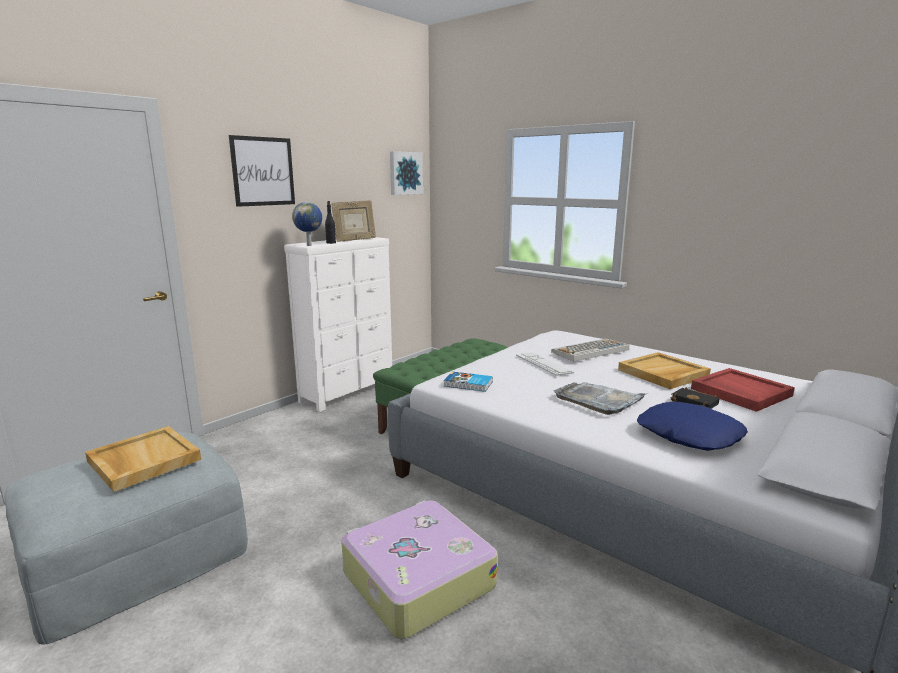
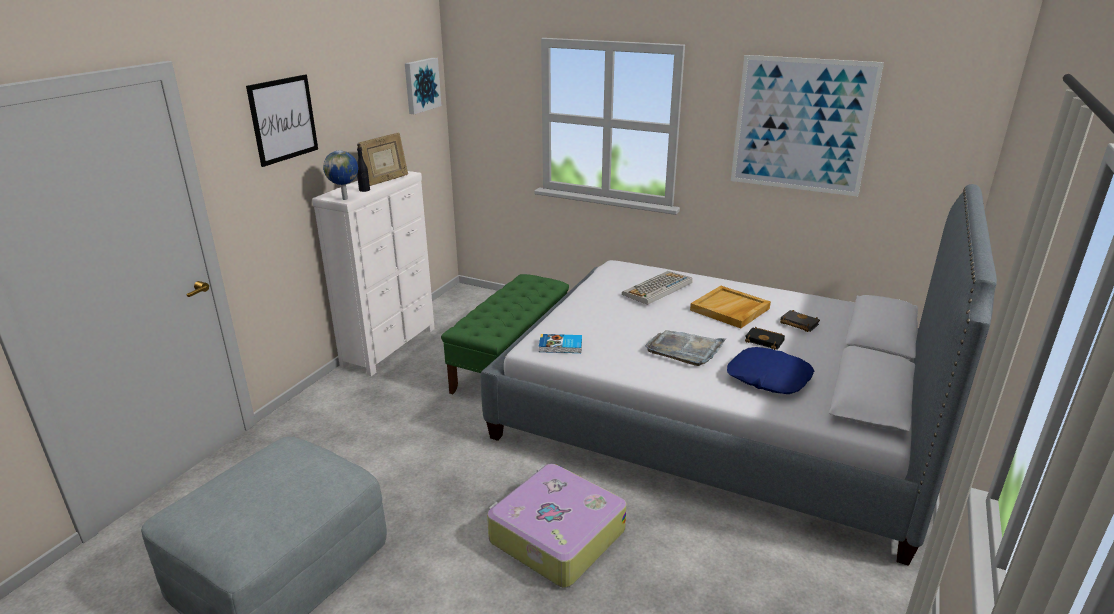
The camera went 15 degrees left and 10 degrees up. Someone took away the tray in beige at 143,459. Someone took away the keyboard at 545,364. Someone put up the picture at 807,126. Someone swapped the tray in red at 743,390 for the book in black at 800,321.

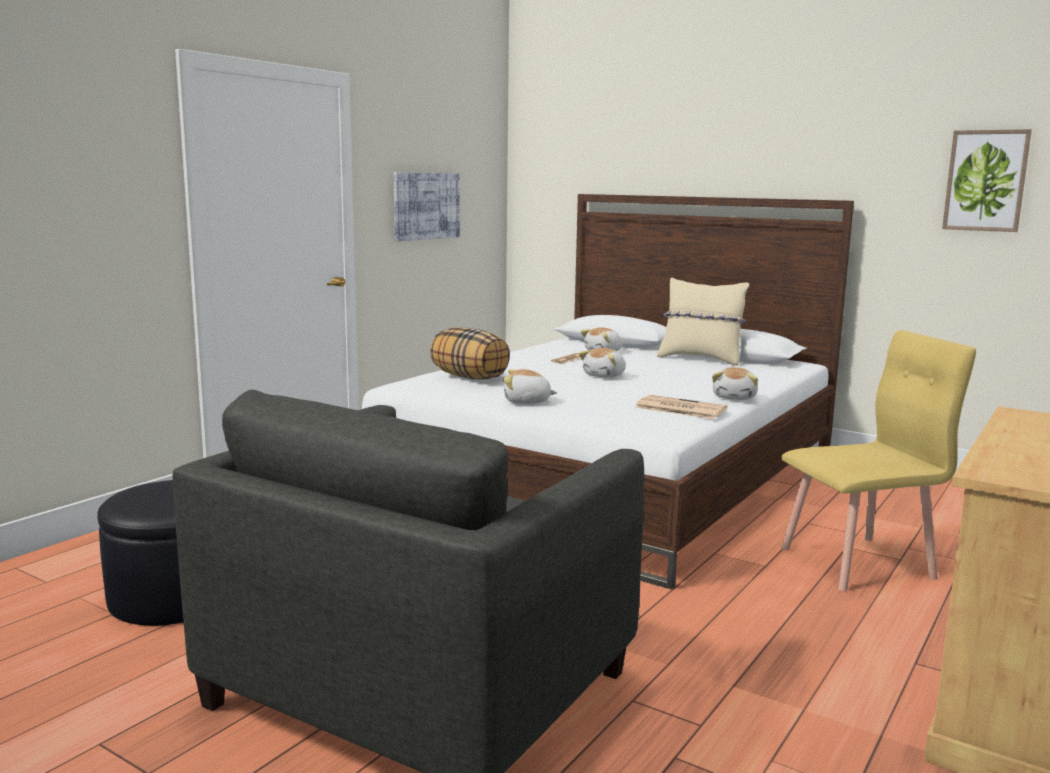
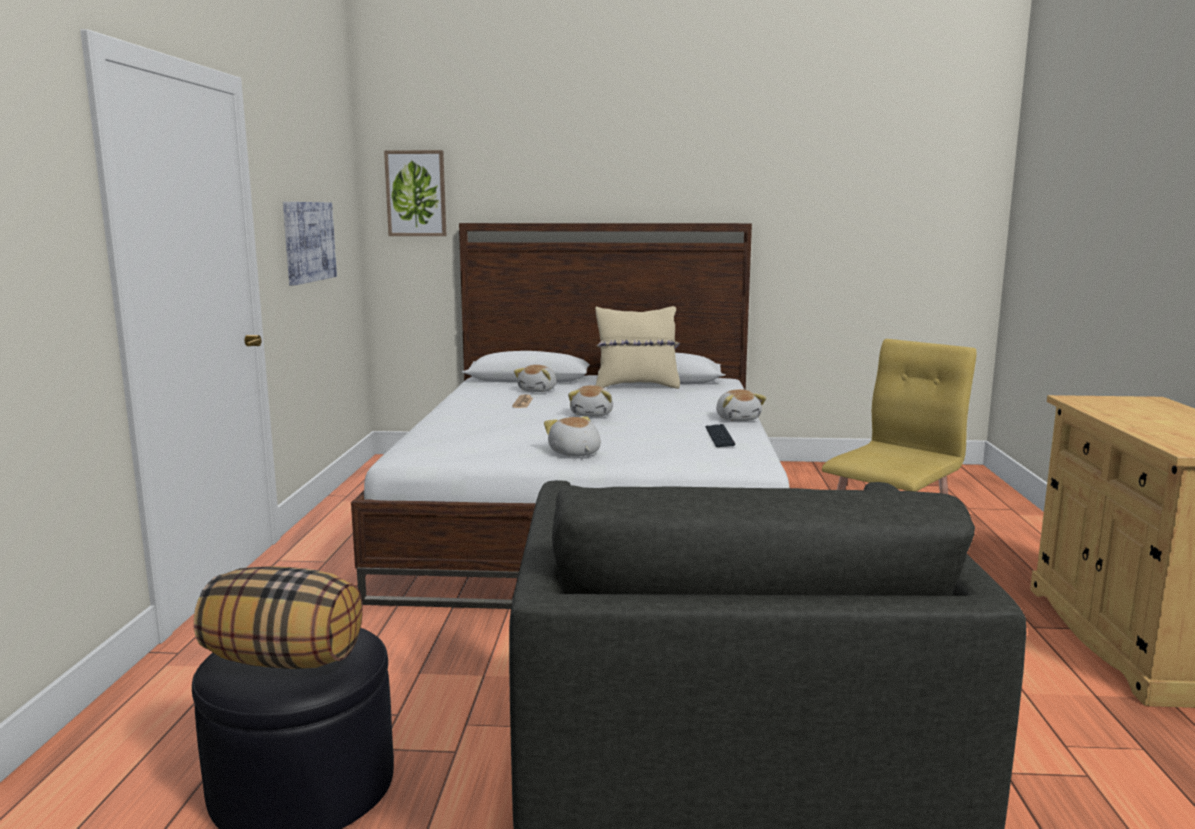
The camera went 30 degrees left and 0 degrees up. Someone carried the pillow from 470,353 to 278,617. Someone carried the picture from 987,180 to 415,193. Someone swapped the newspaper at 681,407 for the keyboard at 720,435. Someone rotated the plush toy at 530,386 by 90 degrees clockwise.

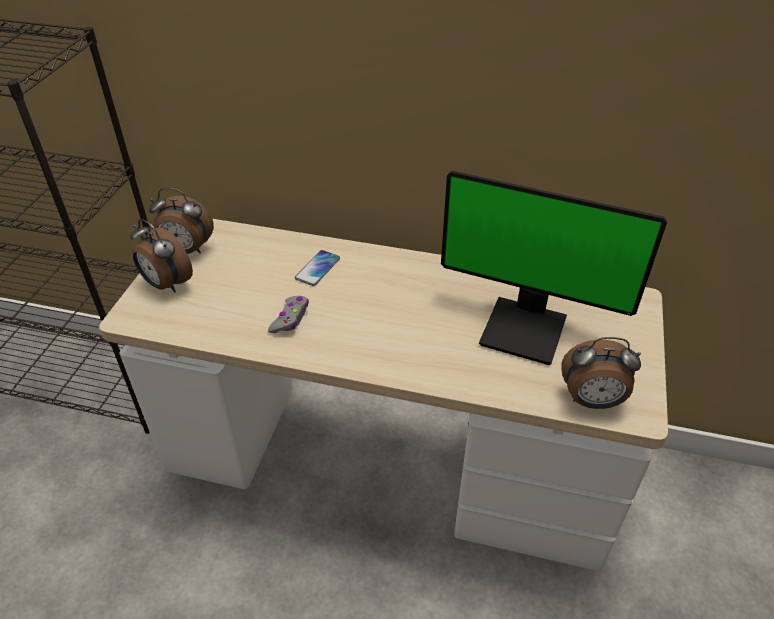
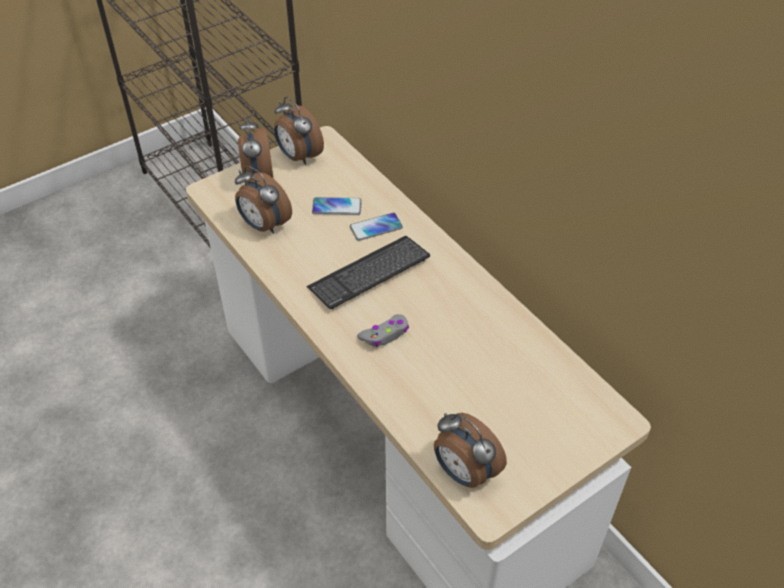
The camera went 40 degrees right and 5 degrees up. Someone took away the monitor at 554,268. Someone put down the alarm clock at 263,200. Someone put down the keyboard at 368,273. Someone put down the phone at 337,206. Someone carried the game controller in grey from 288,314 to 383,330.

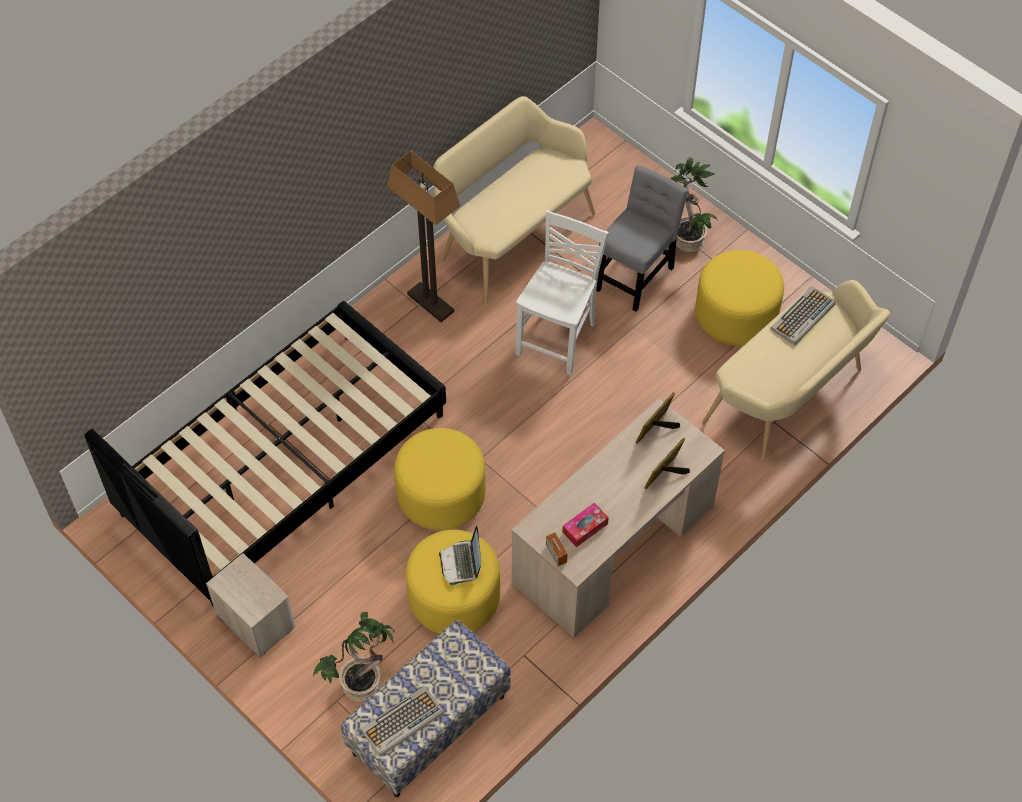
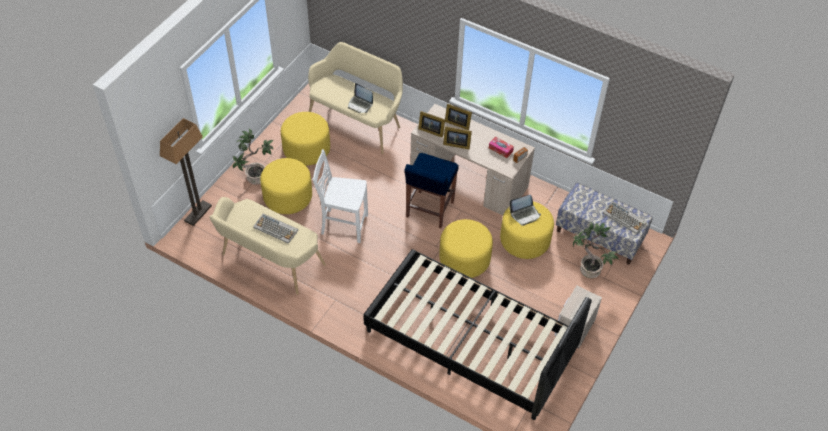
The camera went 105 degrees left and 5 degrees down. Someone put down the laptop at 360,98. Someone put down the stool in blue at 431,190. Someone put down the picture frame at 457,138. Someone carried the floor lamp from 423,236 to 186,172. Someone carried the keyboard from 803,315 to 275,229. Someone swapped the chair in grey at 642,238 for the ottoman in yellow at 286,186.

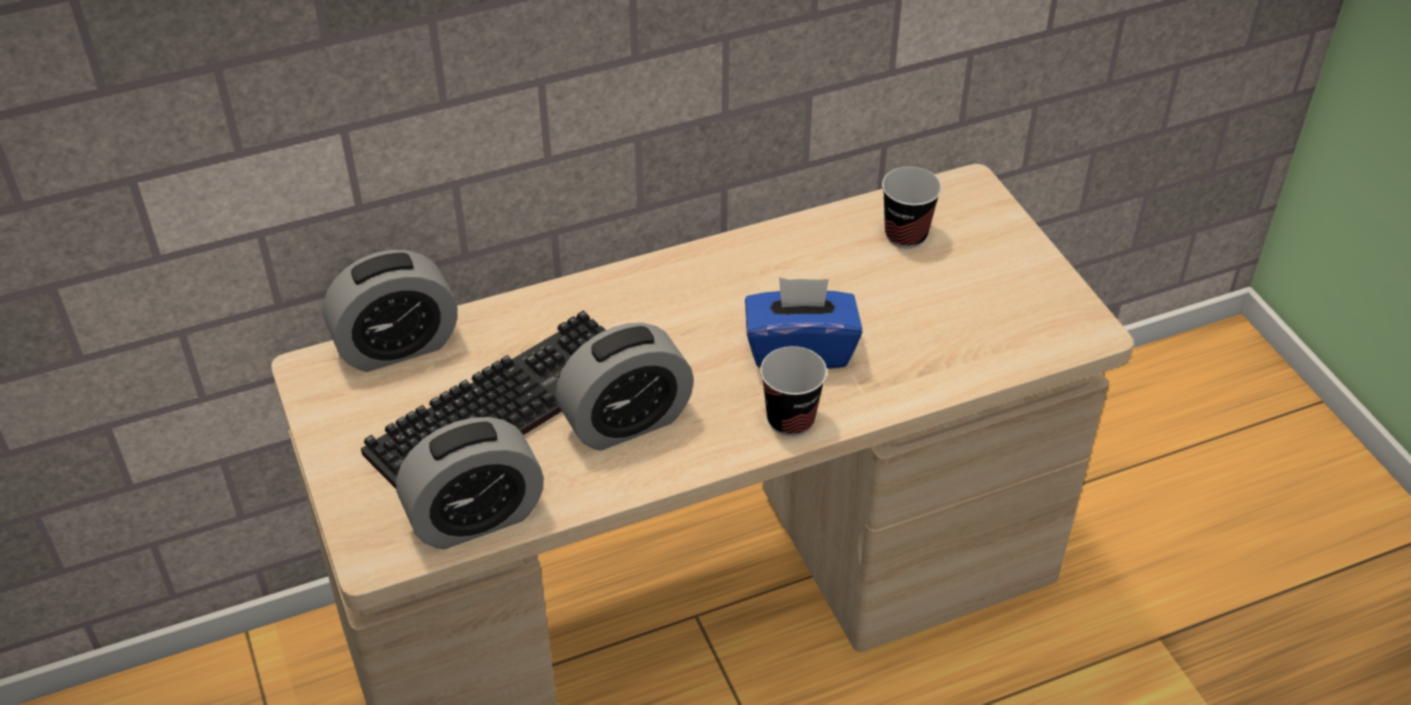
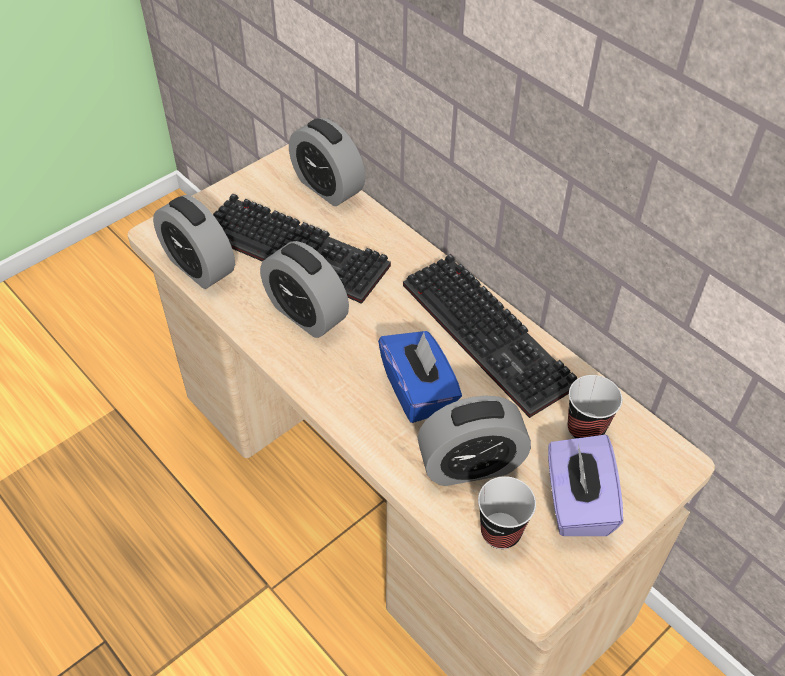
The camera went 70 degrees right and 5 degrees up. Someone put down the keyboard at 490,336. Someone put down the alarm clock at 474,441. Someone put down the tissue box in purple at 585,485. Someone carried the cup from 793,391 to 507,512.

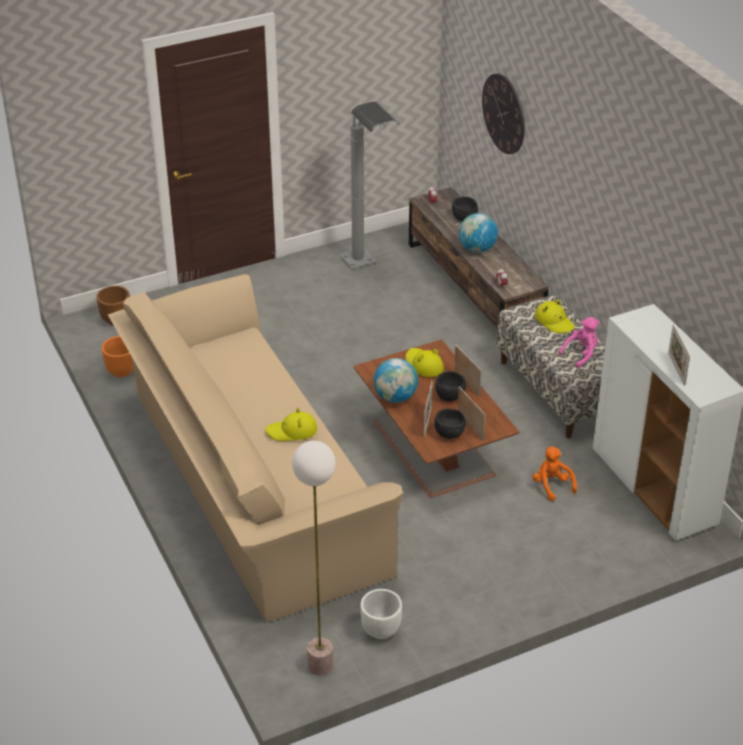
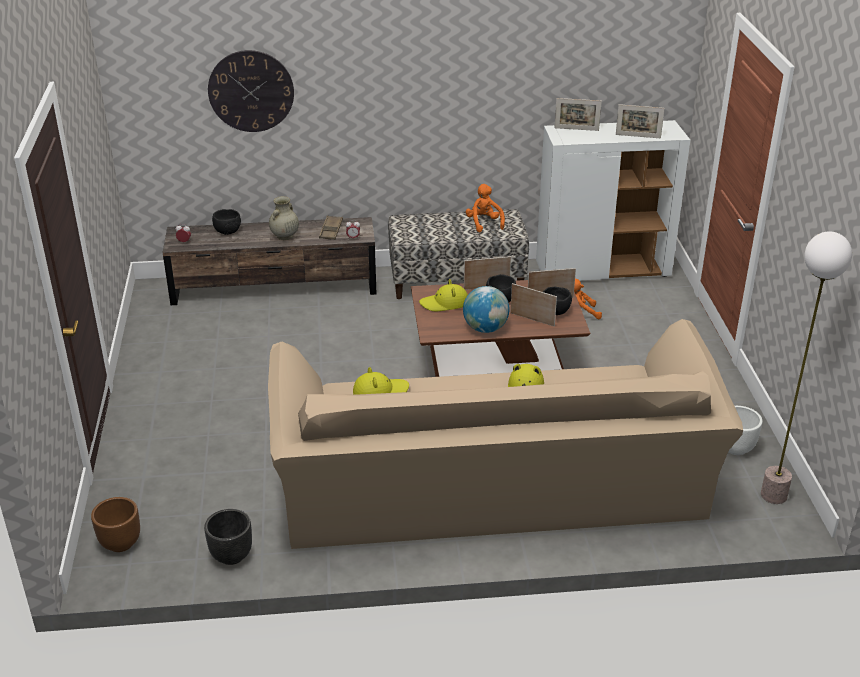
The camera went 70 degrees left and 5 degrees down. Someone took away the floor lamp in grey at 369,185. Someone put down the tray in brown at 331,227. Someone put down the picture frame at 578,114. Someone carried the hat in yellow from 555,316 to 381,380. Someone swapped the globe at 478,233 for the vase in beige at 284,218. Someone repainted the planter in orange at 117,356, which became the planter in black at 228,537. Someone repainted the plush toy in pink at 579,343, which became the plush toy in orange at 485,208.

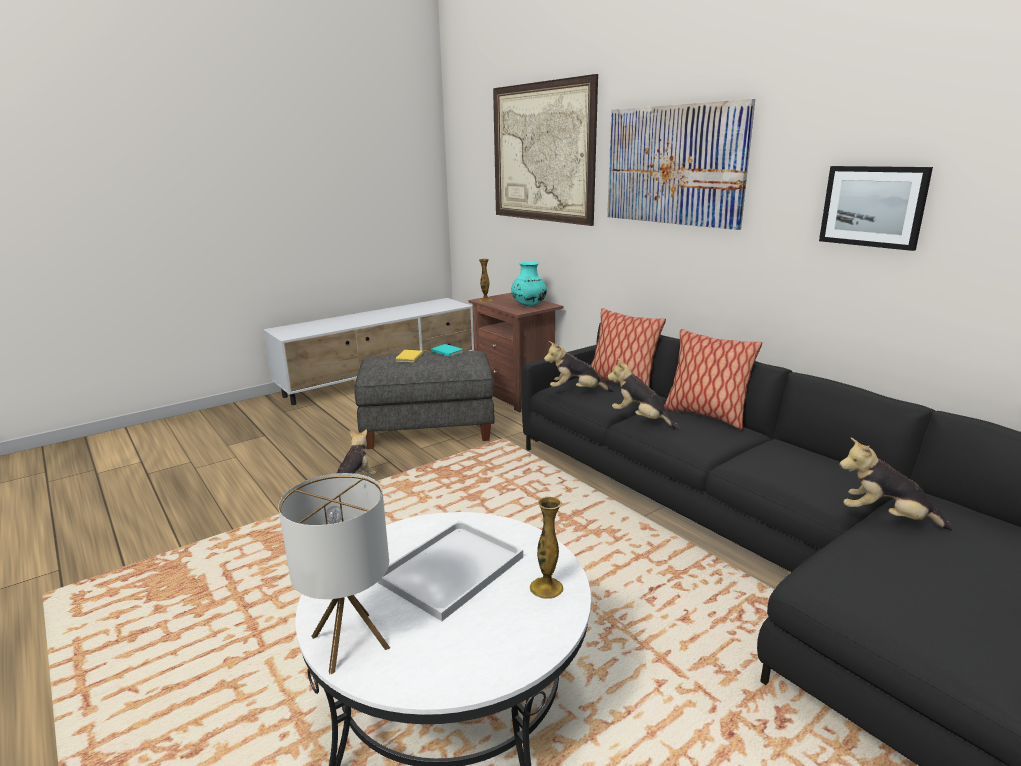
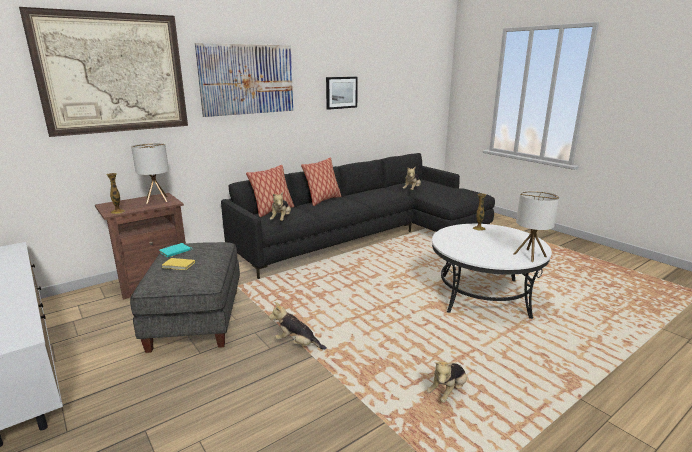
The camera went 90 degrees left and 0 degrees up. Someone took away the tray in white at 450,570. Someone carried the plush toy from 644,394 to 447,382. Someone swapped the vase in turquoise at 529,284 for the table lamp at 150,173.

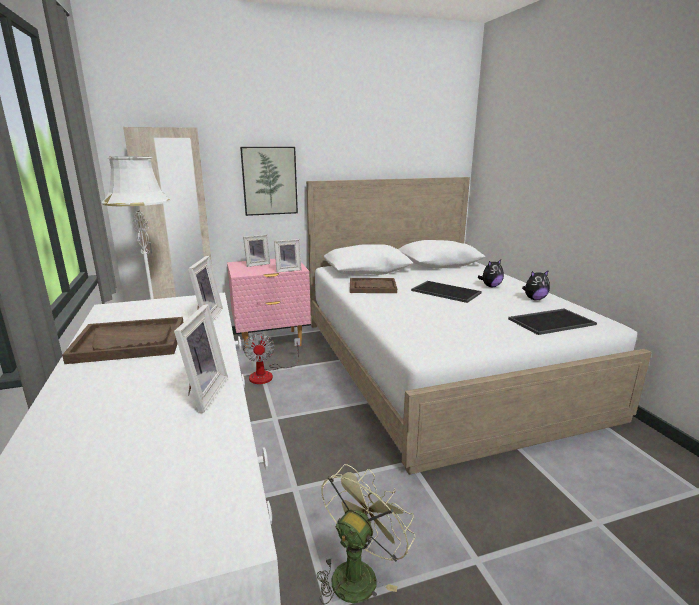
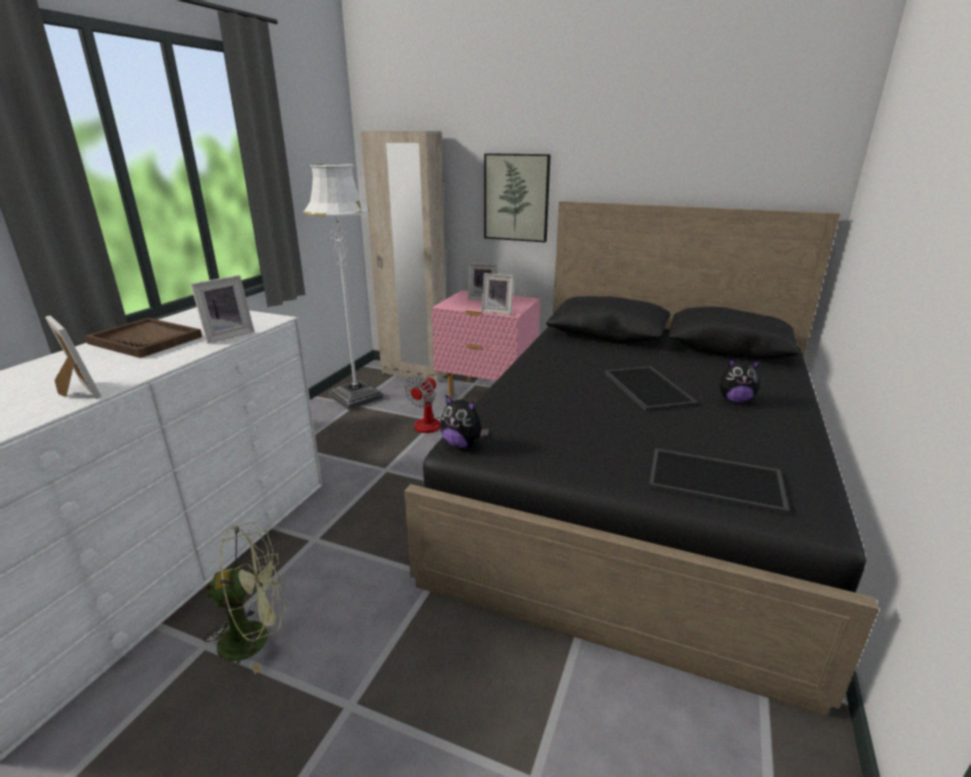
The camera went 40 degrees right and 5 degrees up. Someone took away the tray in brown at 373,285. Someone carried the plush toy from 536,285 to 464,421. Someone repainted the bed in white at 479,326, which became the bed in black at 641,458. Someone rotated the picture frame at 201,358 by 90 degrees counterclockwise.

